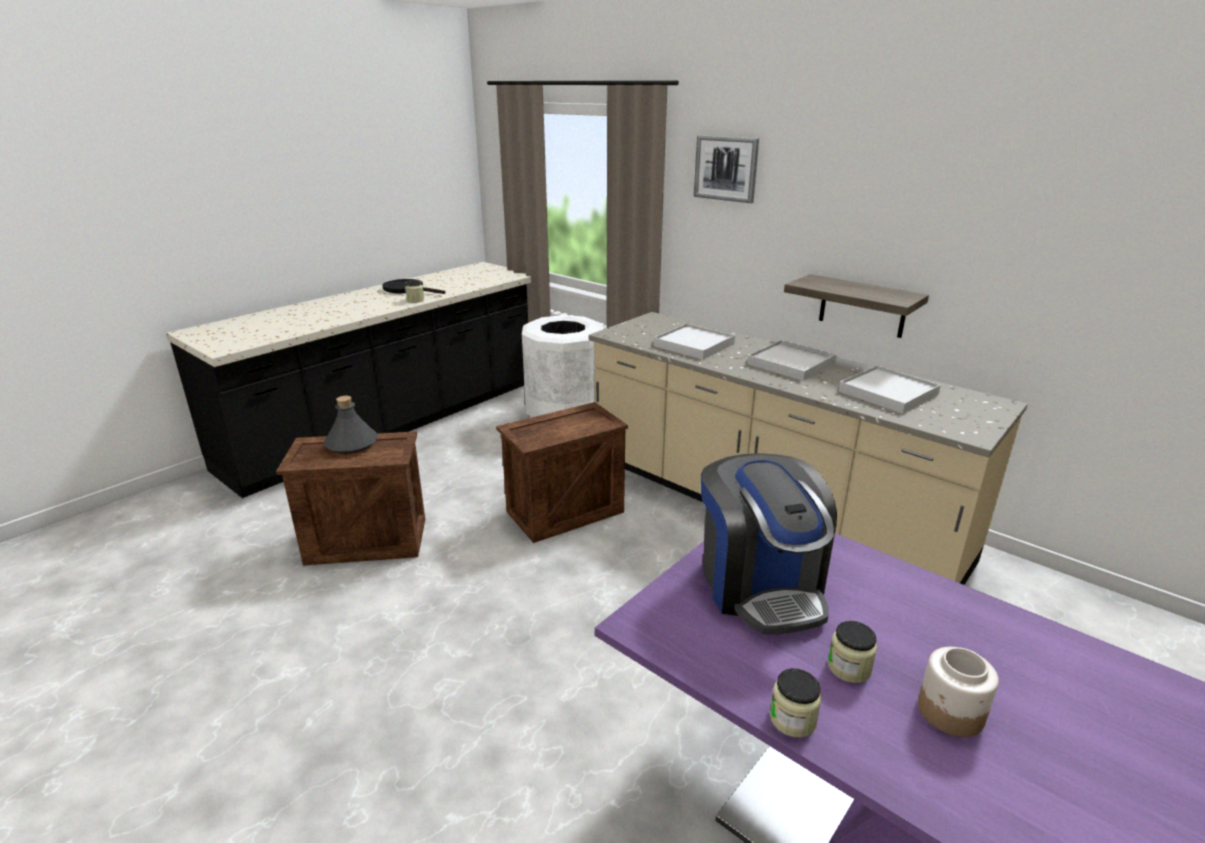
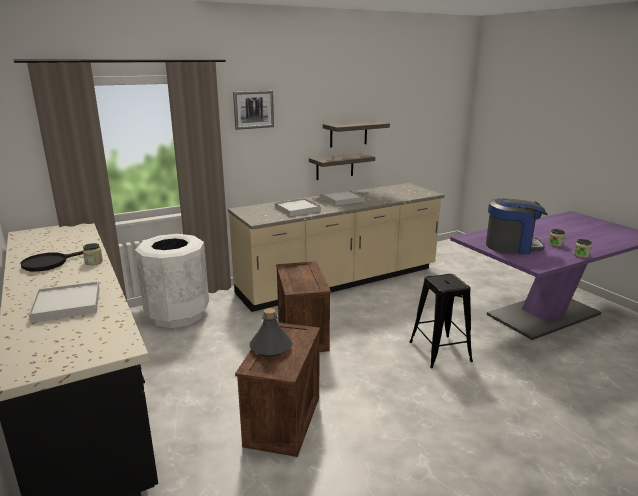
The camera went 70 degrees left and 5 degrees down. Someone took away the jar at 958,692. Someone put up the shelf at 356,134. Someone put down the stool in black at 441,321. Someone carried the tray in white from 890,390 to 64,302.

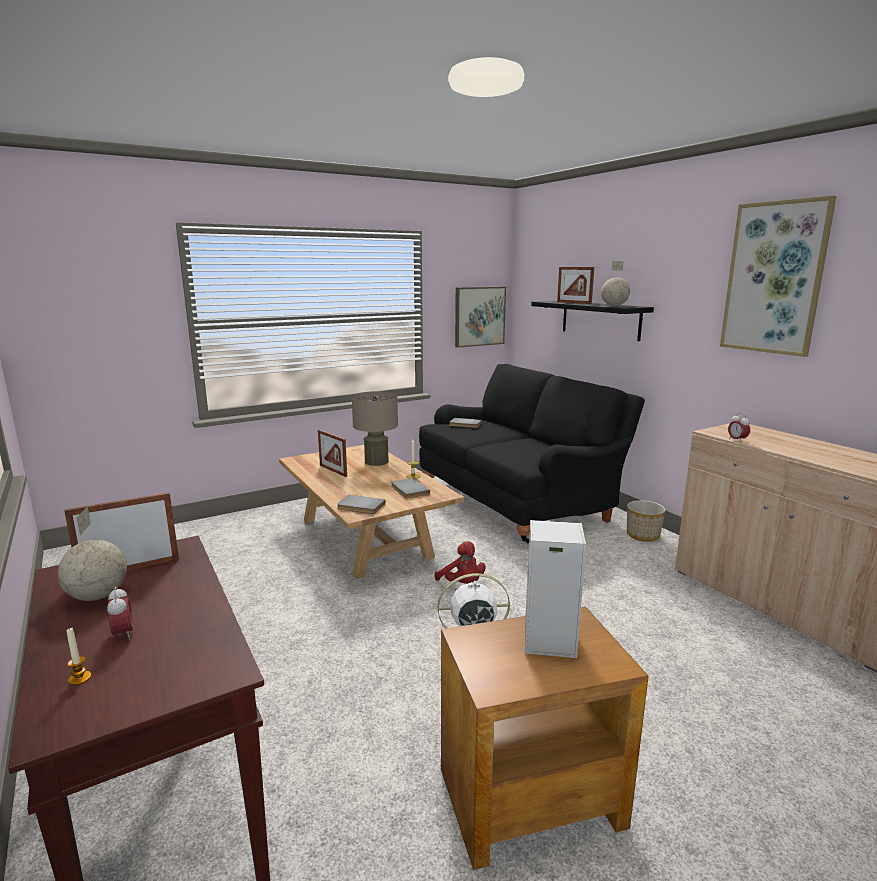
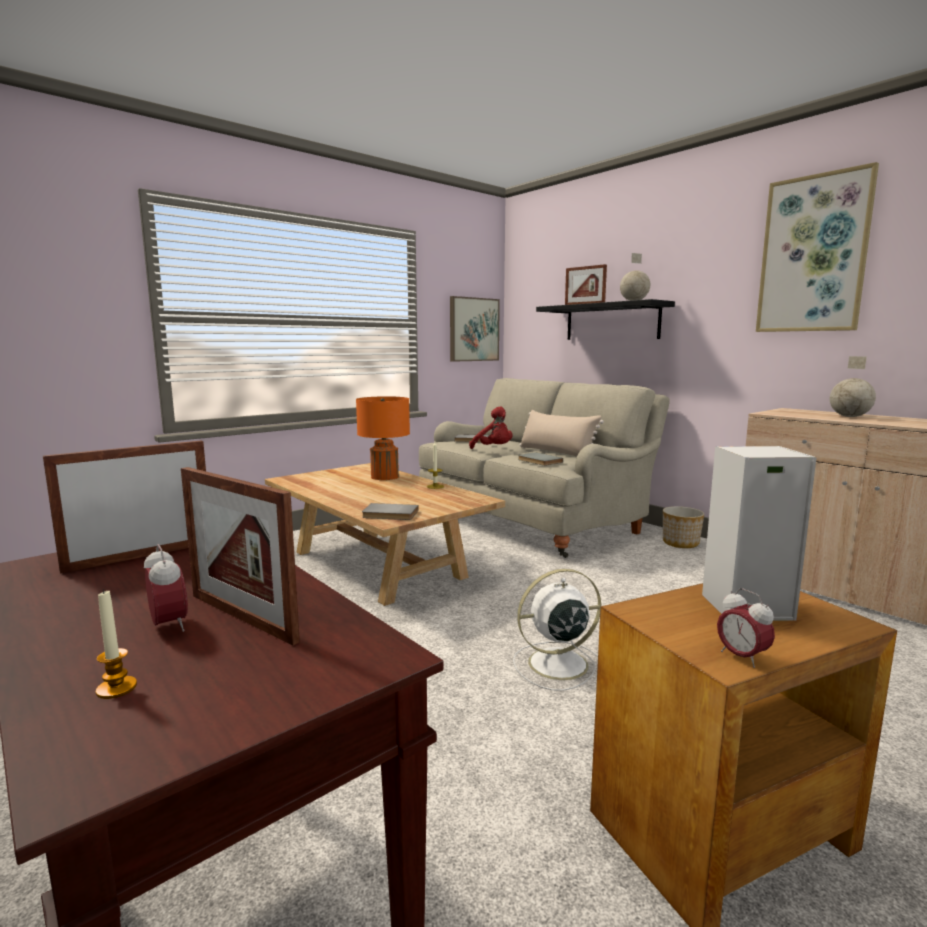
The camera went 10 degrees left and 5 degrees down. Someone put down the pillow in beige at 562,433. Someone carried the globe from 92,554 to 853,386. Someone carried the picture frame from 332,453 to 240,556. Someone carried the book in grey from 410,488 to 540,459. Someone carried the plush toy in red from 460,562 to 491,427. Someone carried the alarm clock from 739,428 to 746,628. Someone repainted the table lamp in beige at 375,428, which became the table lamp in orange at 383,438. Someone repainted the sofa in black at 532,453, which became the sofa in beige at 544,468.

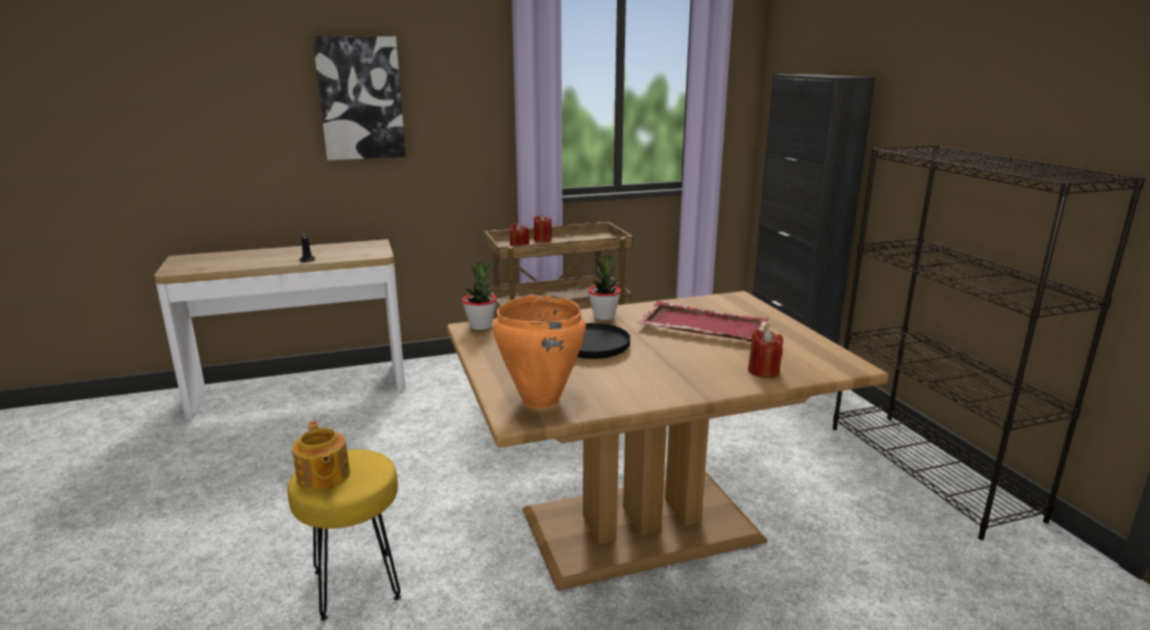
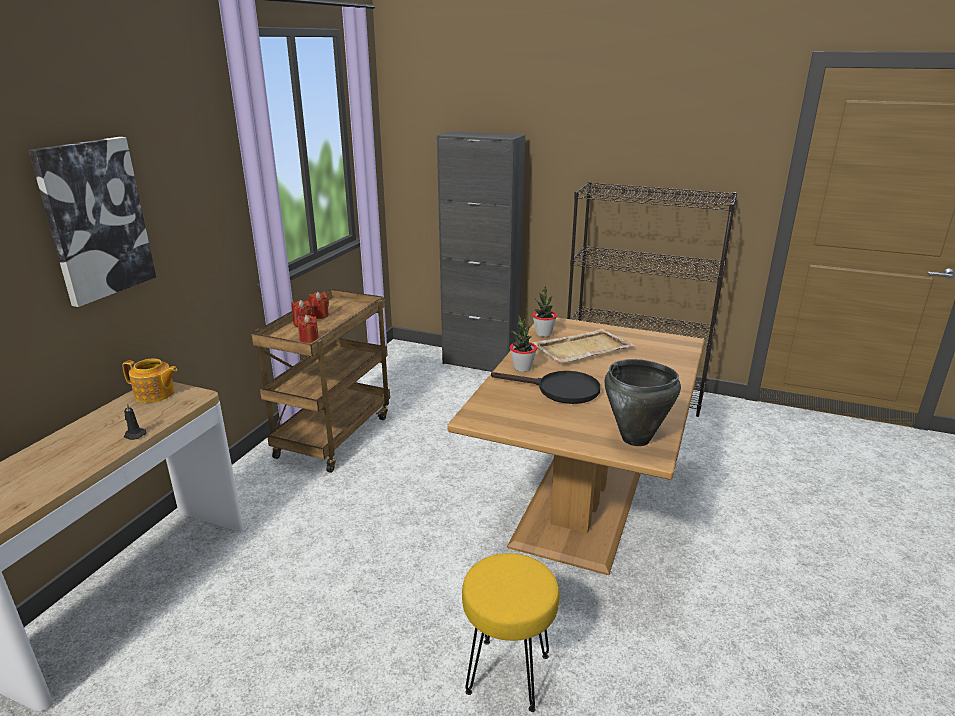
The camera went 50 degrees left and 5 degrees up. Someone carried the teapot from 321,456 to 149,381. Someone carried the potted plant from 479,295 to 544,311. Someone carried the candle in red from 765,353 to 319,305. Someone repainted the cooking pot in orange at 539,352, which became the cooking pot in black at 642,402. Someone repainted the tray in red at 703,321, which became the tray in beige at 583,346.

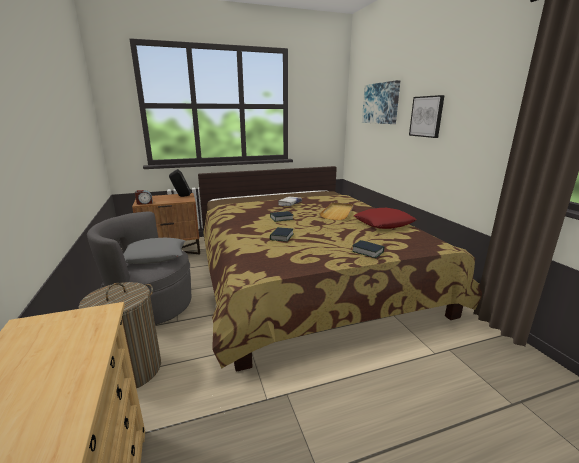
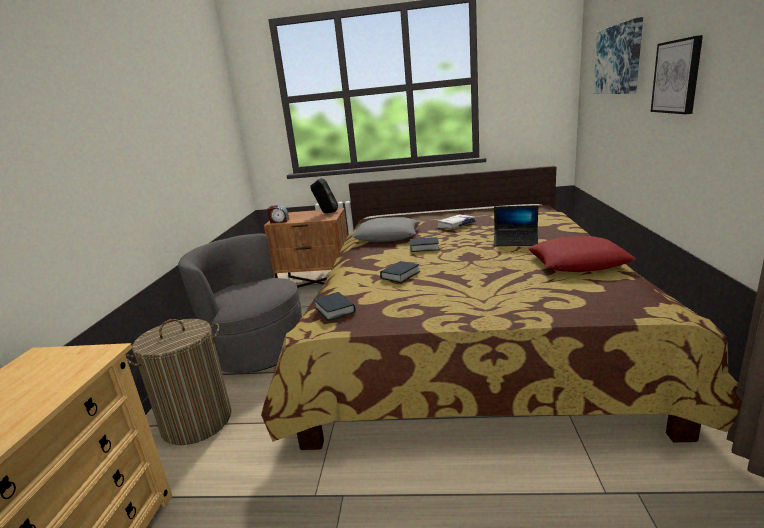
The camera went 25 degrees right and 0 degrees up. Someone carried the pillow in grey from 154,250 to 385,229. Someone carried the book from 368,249 to 334,306. Someone swapped the tray in beige at 336,211 for the laptop at 516,225.

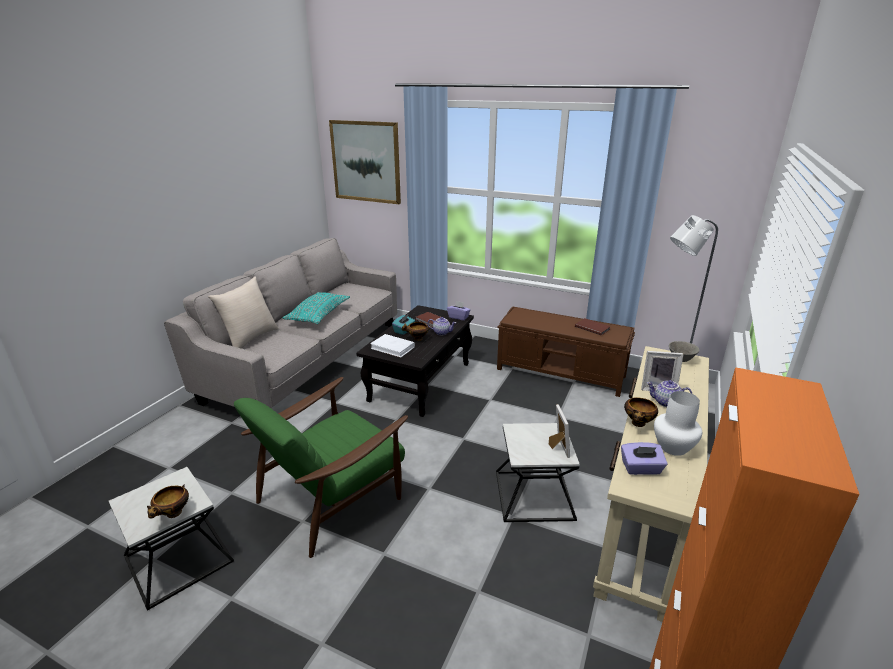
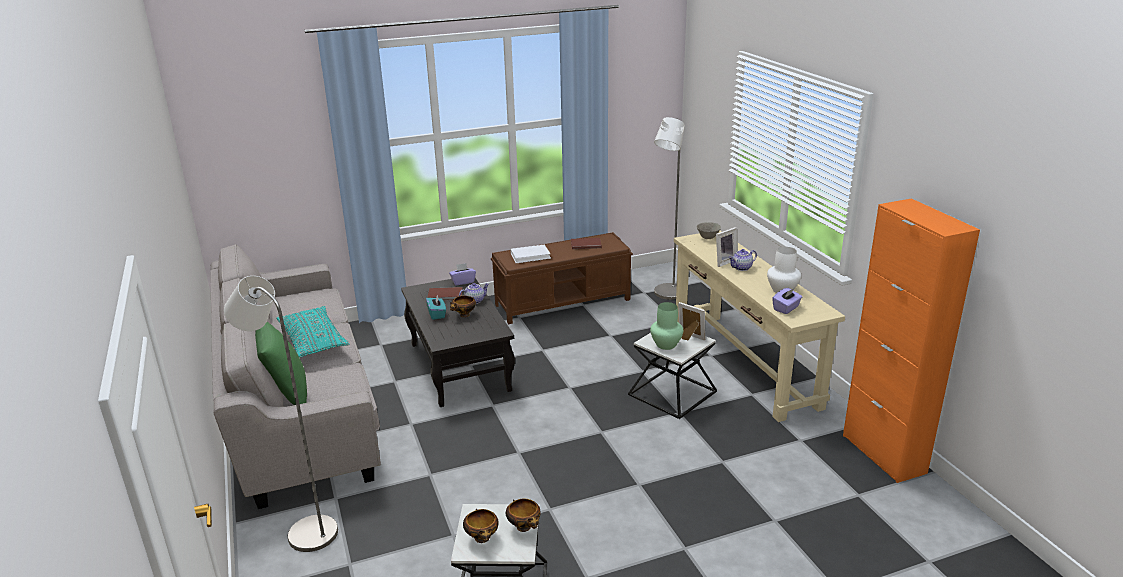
The camera went 45 degrees left and 0 degrees up. Someone took away the armchair in green at 321,467. Someone took away the picture at 365,162. Someone put down the floor lamp in grey at 281,414. Someone put down the vase in green at 666,326. Someone carried the book in white from 392,346 to 530,253. Someone carried the bowl from 641,412 to 480,526. Someone repainted the pillow in beige at 243,312, which became the pillow in green at 281,363.

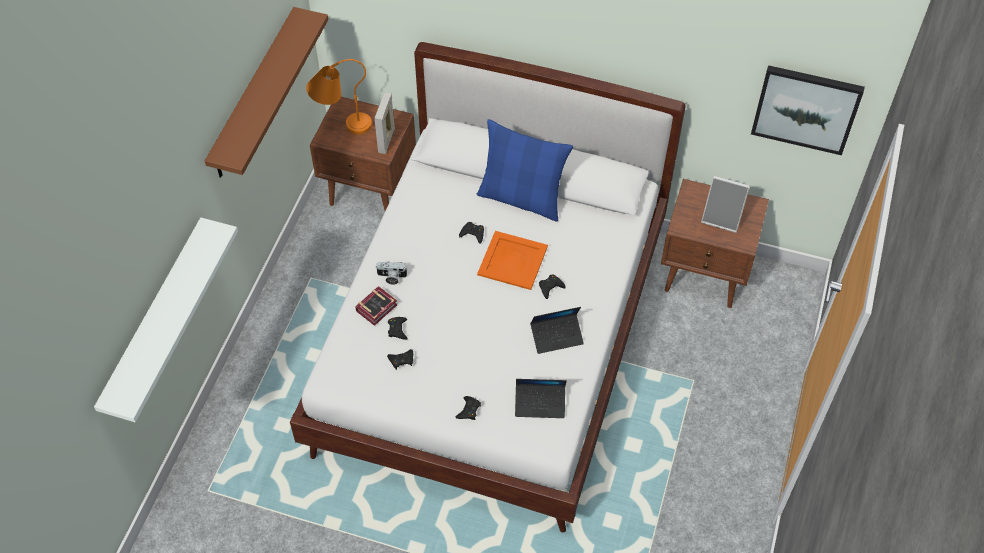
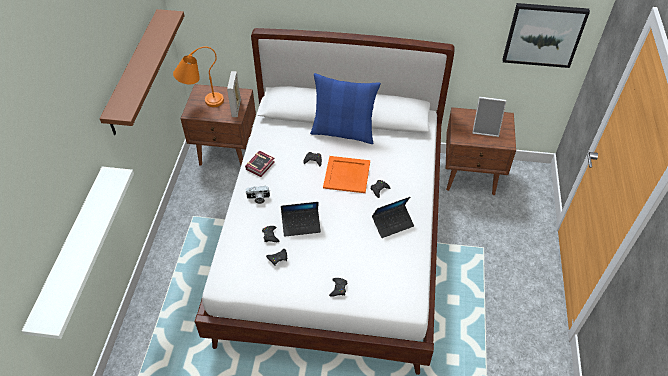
The camera went 10 degrees left and 5 degrees down. Someone carried the book from 376,306 to 260,164. Someone carried the laptop from 541,398 to 301,219.

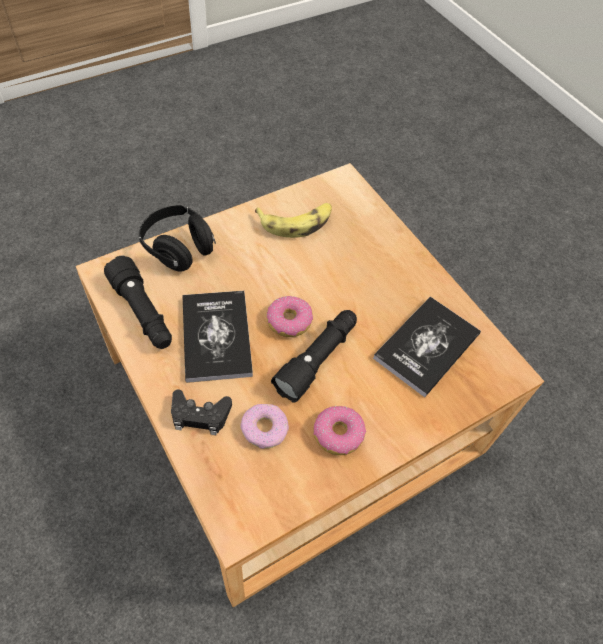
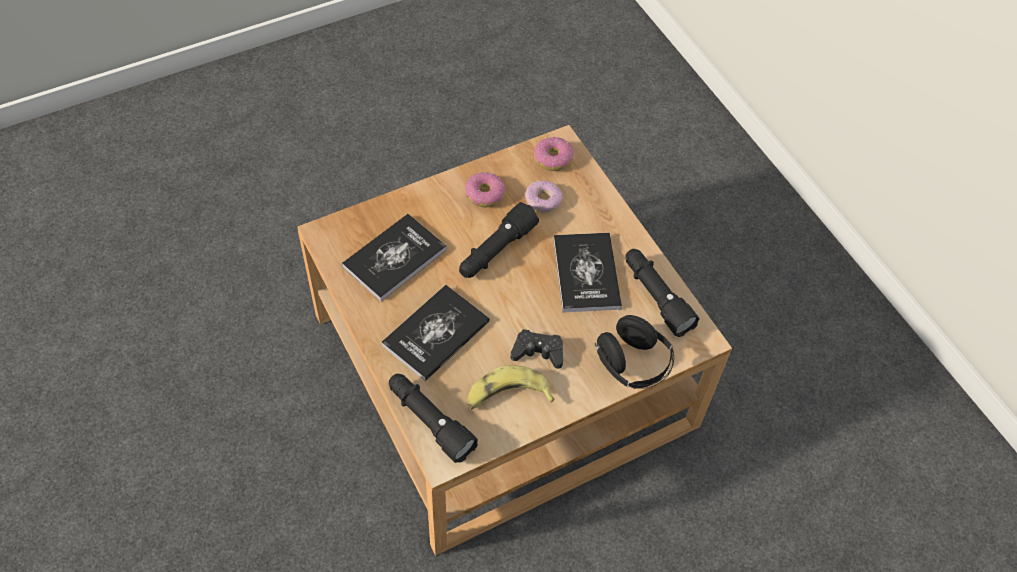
The camera went 175 degrees left and 0 degrees up. Someone put down the book at 436,333. Someone put down the flashlight in black at 433,418. Someone carried the game controller in black from 201,412 to 537,349. Someone carried the donut from 290,316 to 553,154.

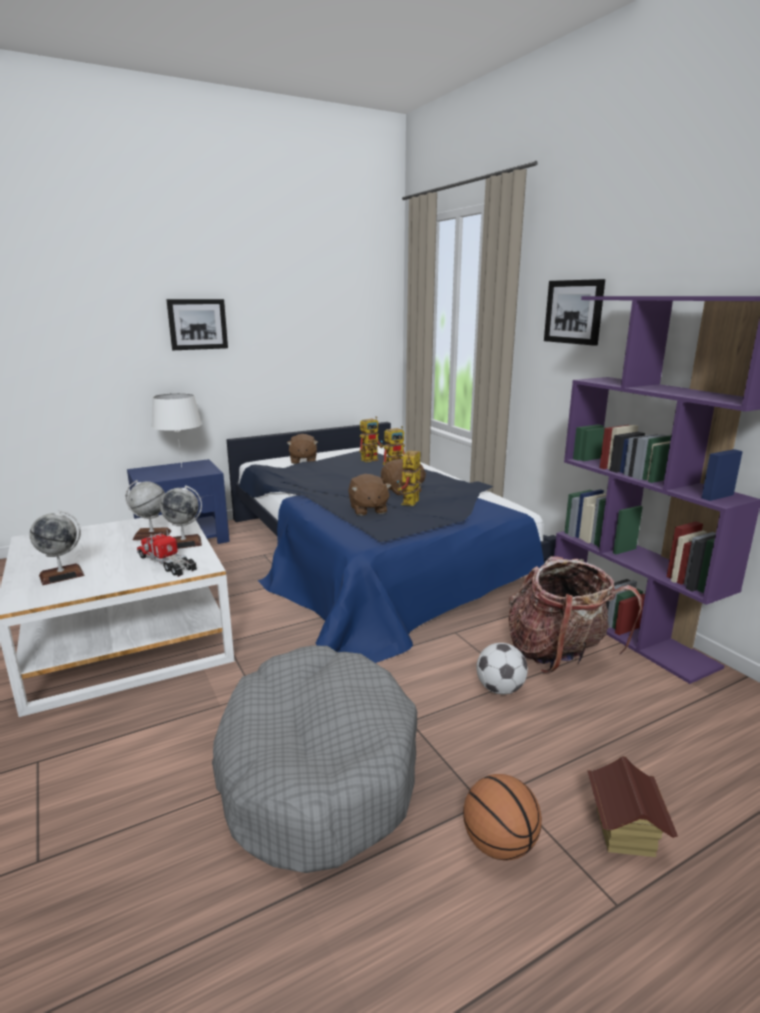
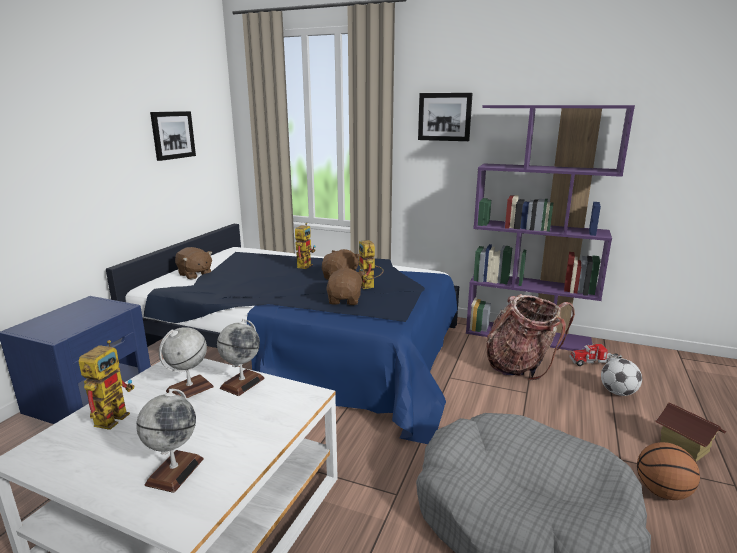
The camera went 40 degrees left and 0 degrees up. Someone took away the table lamp in white at 177,430. Someone carried the toy truck from 167,553 to 597,354. Someone carried the picture from 197,324 to 173,136. Someone carried the toy robot from 371,439 to 107,385. Someone carried the football from 502,668 to 621,377. Someone rotated the plush toy in brown at 370,495 by 120 degrees counterclockwise.

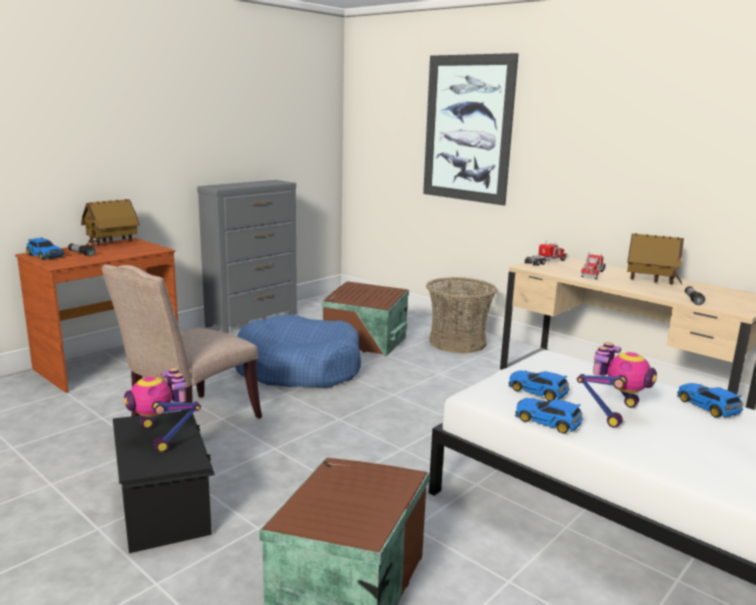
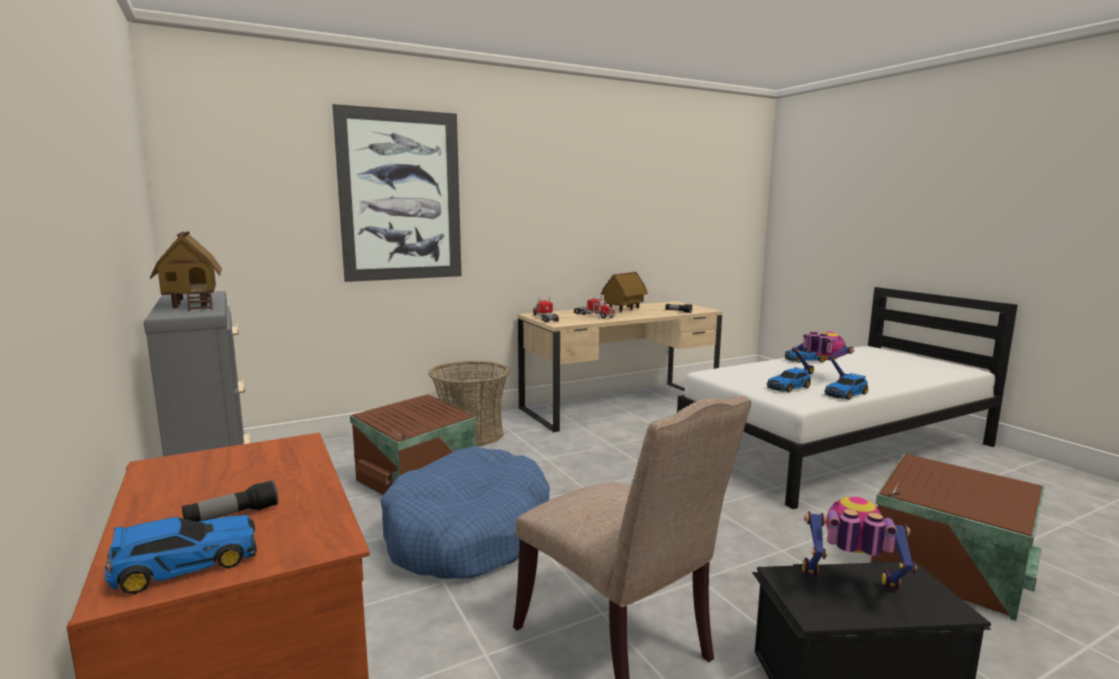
The camera went 70 degrees left and 5 degrees down. Someone carried the toy house from 110,222 to 186,271. Someone rotated the toy robot at 162,410 by 150 degrees counterclockwise.

